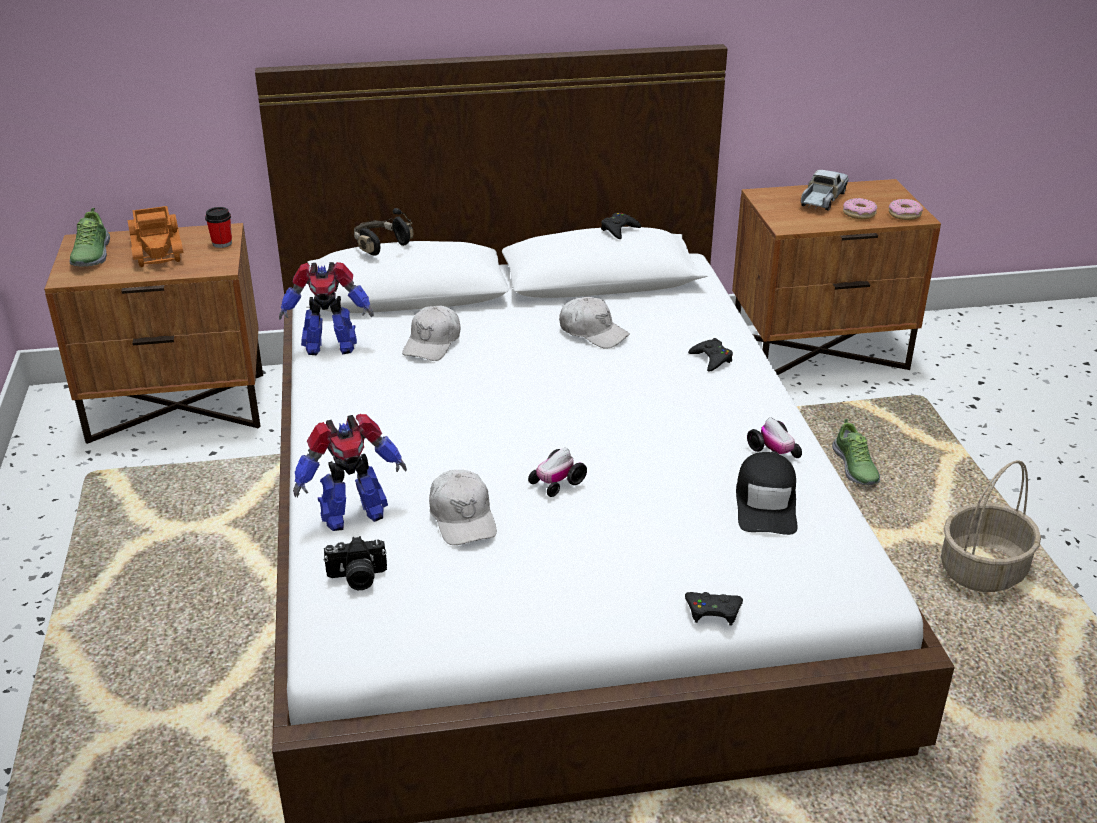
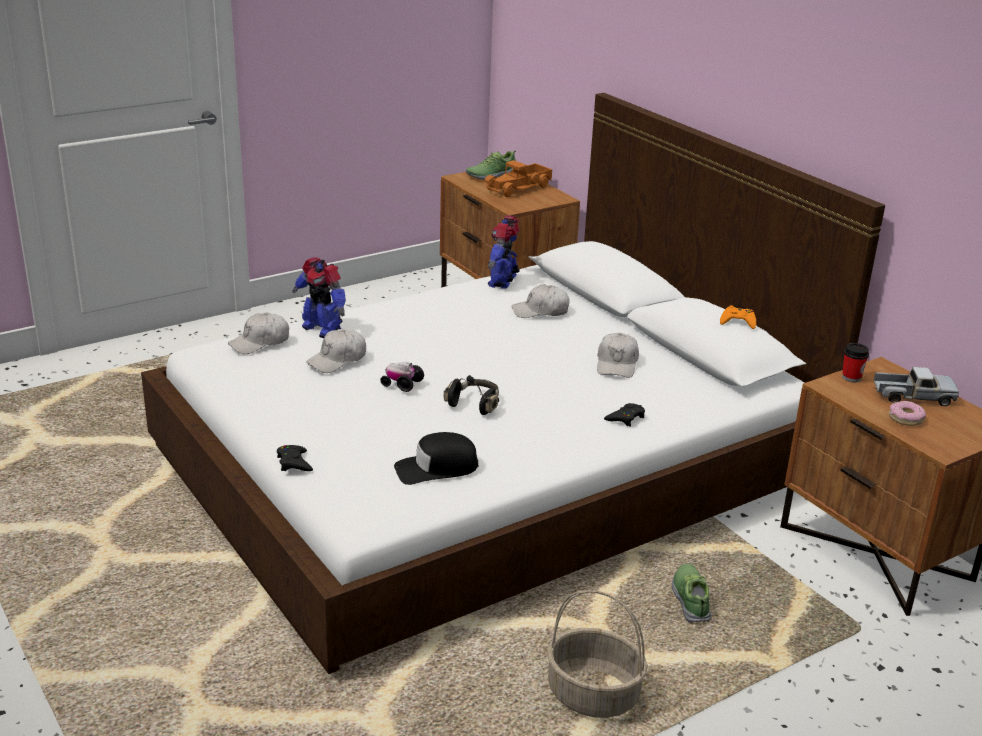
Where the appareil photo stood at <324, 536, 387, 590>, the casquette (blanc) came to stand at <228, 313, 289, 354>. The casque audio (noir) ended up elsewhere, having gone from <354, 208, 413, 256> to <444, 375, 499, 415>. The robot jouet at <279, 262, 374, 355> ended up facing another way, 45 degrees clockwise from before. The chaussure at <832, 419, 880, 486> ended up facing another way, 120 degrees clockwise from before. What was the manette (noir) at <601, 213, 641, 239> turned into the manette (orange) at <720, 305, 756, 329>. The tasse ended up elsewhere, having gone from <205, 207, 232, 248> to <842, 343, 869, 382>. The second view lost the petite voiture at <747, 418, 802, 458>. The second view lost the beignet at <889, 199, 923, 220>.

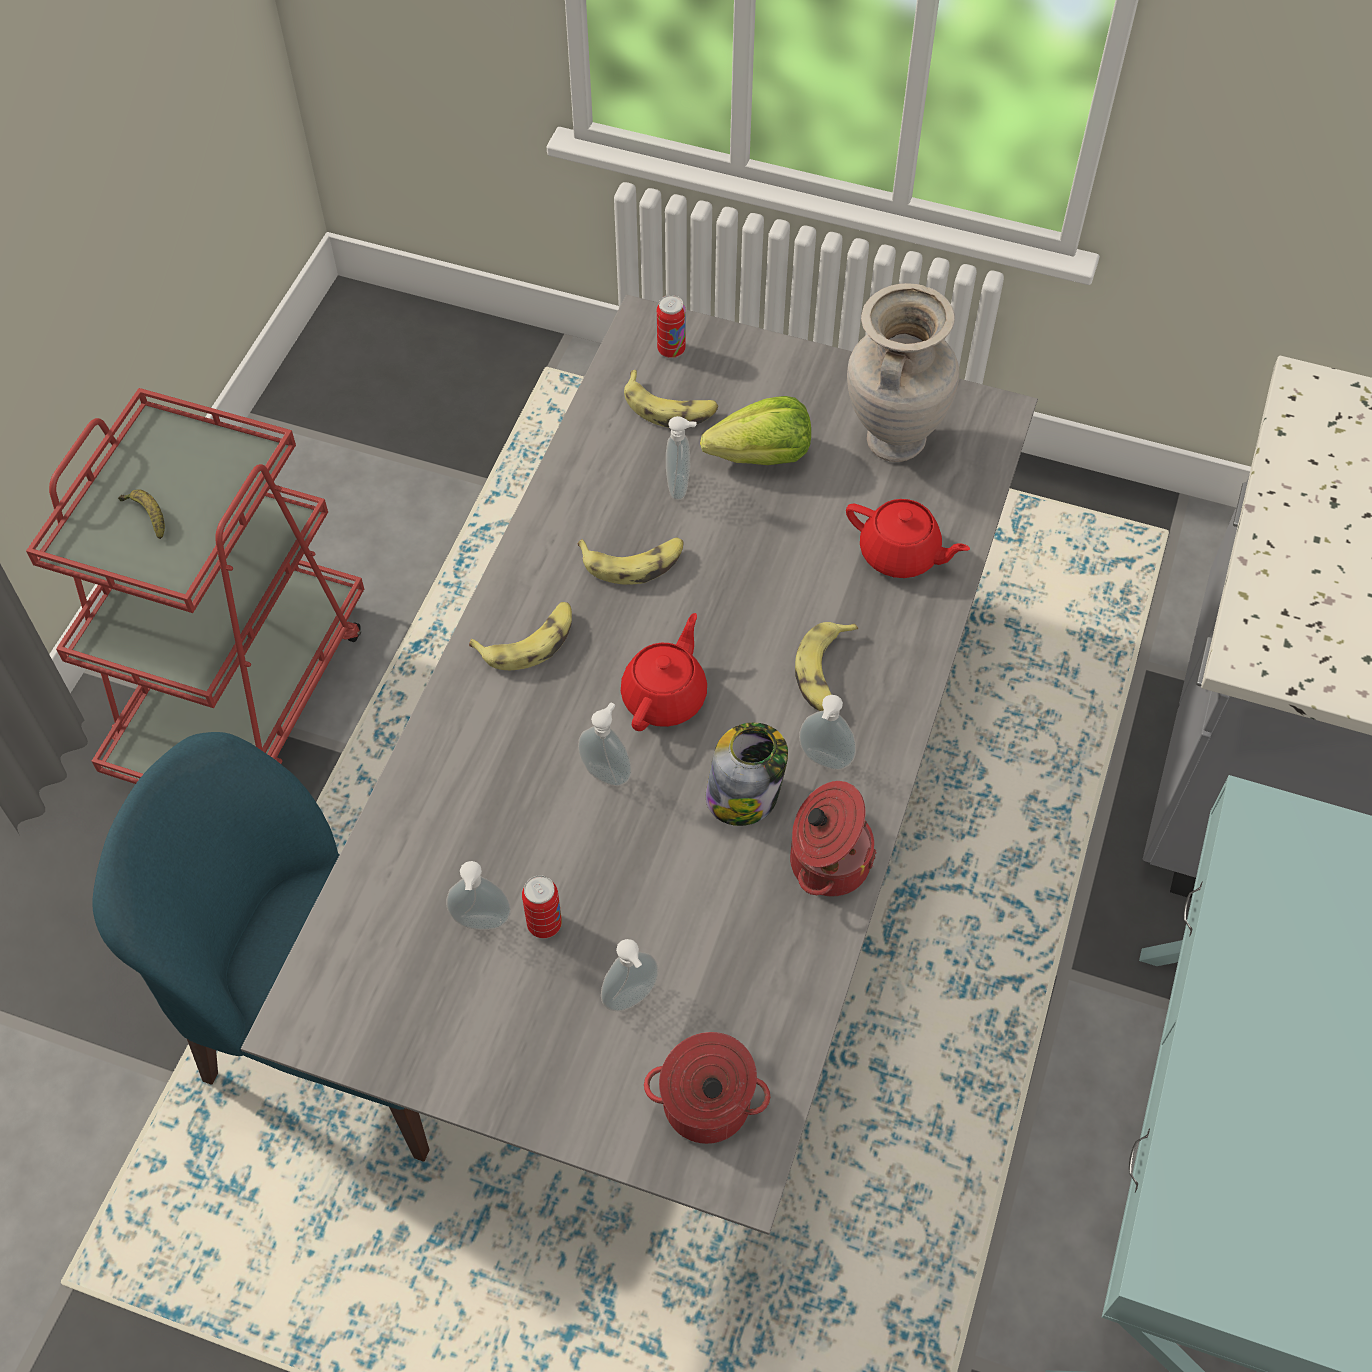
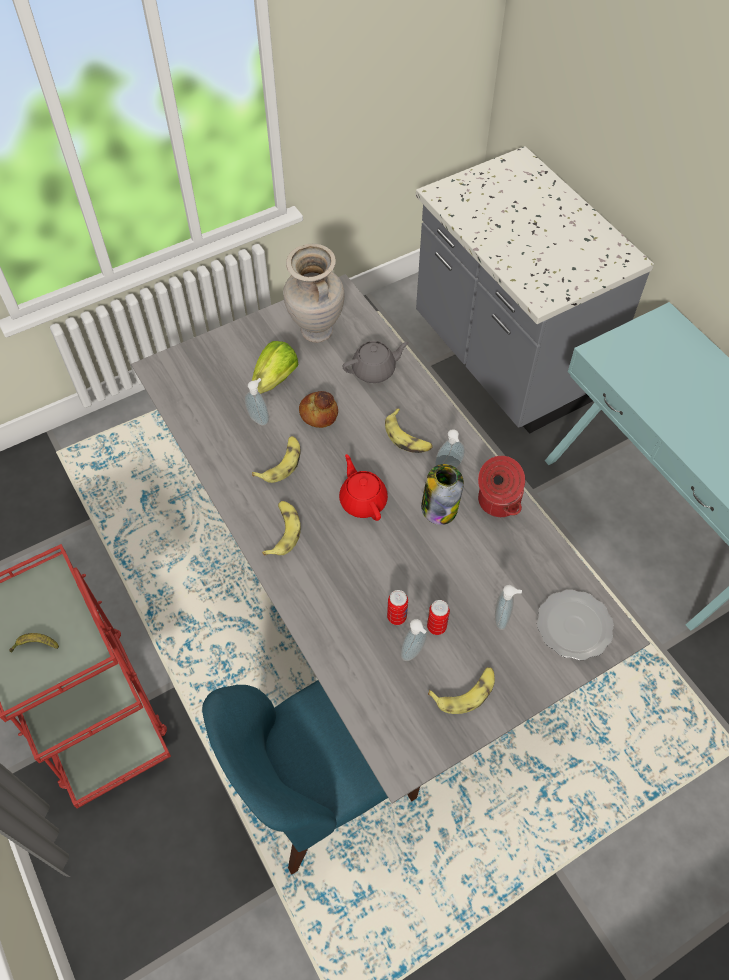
The second view gained the pain at <299, 391, 338, 428>. What was the théière (rouge) at <846, 499, 970, 578> turned into the théière (gris) at <342, 341, 409, 383>. The boîte métallique ended up elsewhere, having gone from <657, 295, 686, 358> to <387, 590, 408, 625>. The banane ended up elsewhere, having gone from <624, 370, 718, 428> to <428, 667, 495, 714>. Where the marmite stood at <644, 1032, 771, 1144>, the assiette came to stand at <537, 589, 614, 660>. The second view lost the distributeur de savon at <578, 703, 631, 786>.

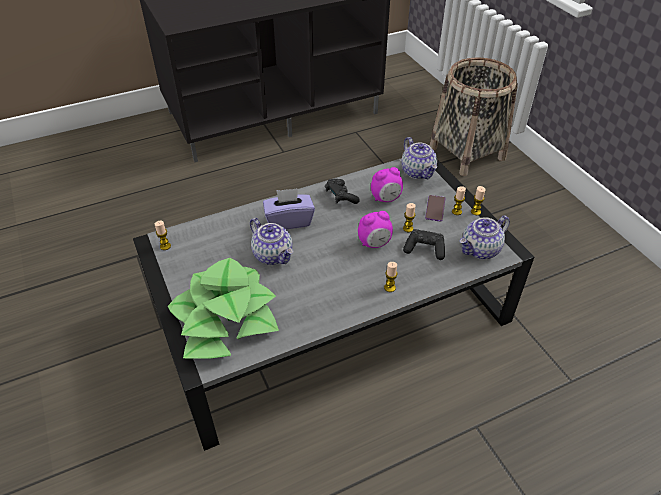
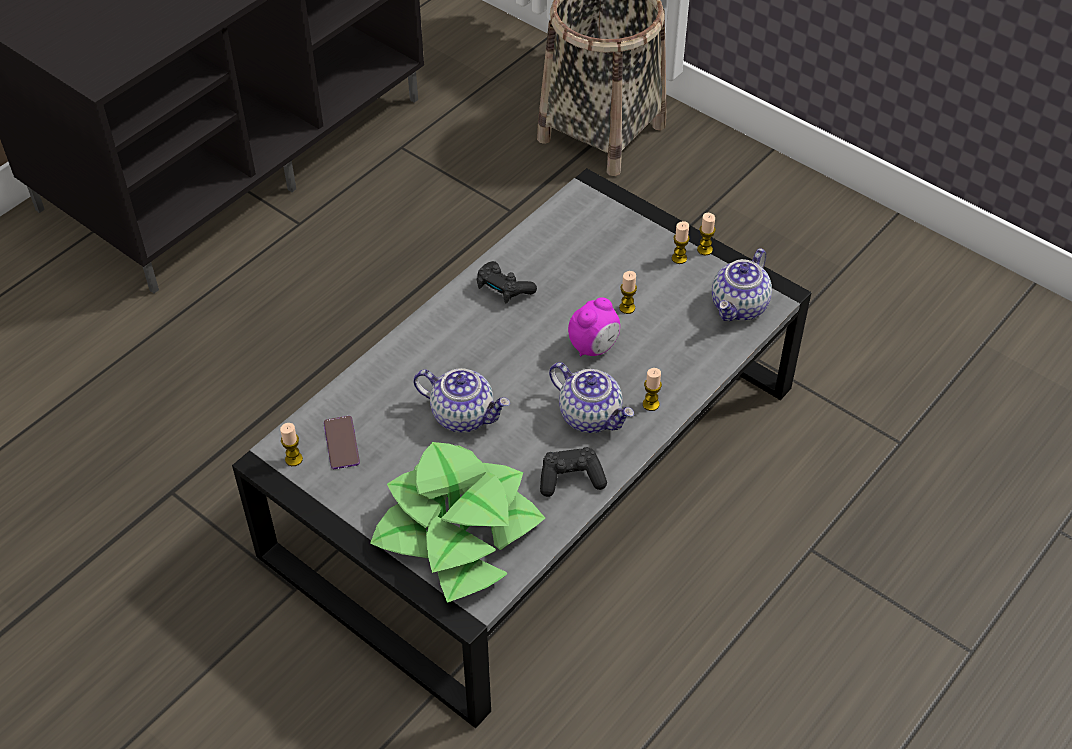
The téléphone ended up elsewhere, having gone from <425, 195, 445, 222> to <324, 416, 360, 469>. The manette (noir) ended up elsewhere, having gone from <403, 229, 445, 260> to <540, 447, 607, 497>. The théière ended up elsewhere, having gone from <401, 137, 437, 179> to <549, 362, 634, 433>. The second view lost the boîte à mouchoirs (violet) at <263, 188, 315, 230>. The second view lost the réveil at <371, 167, 403, 202>.

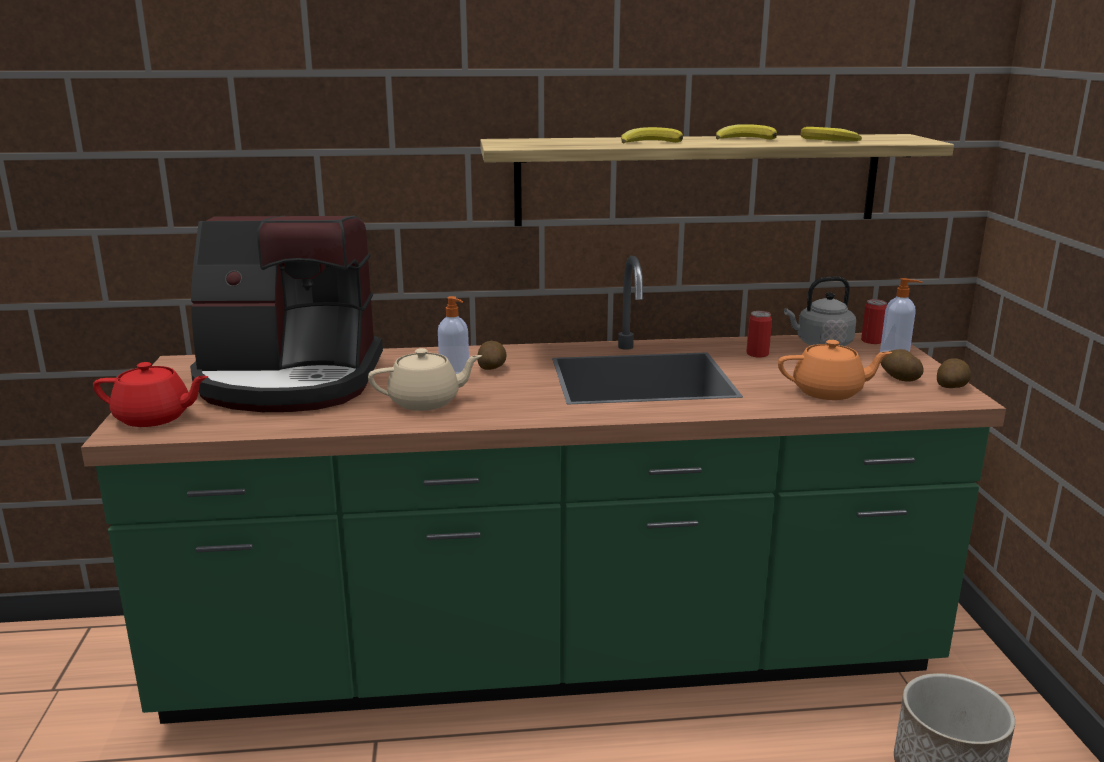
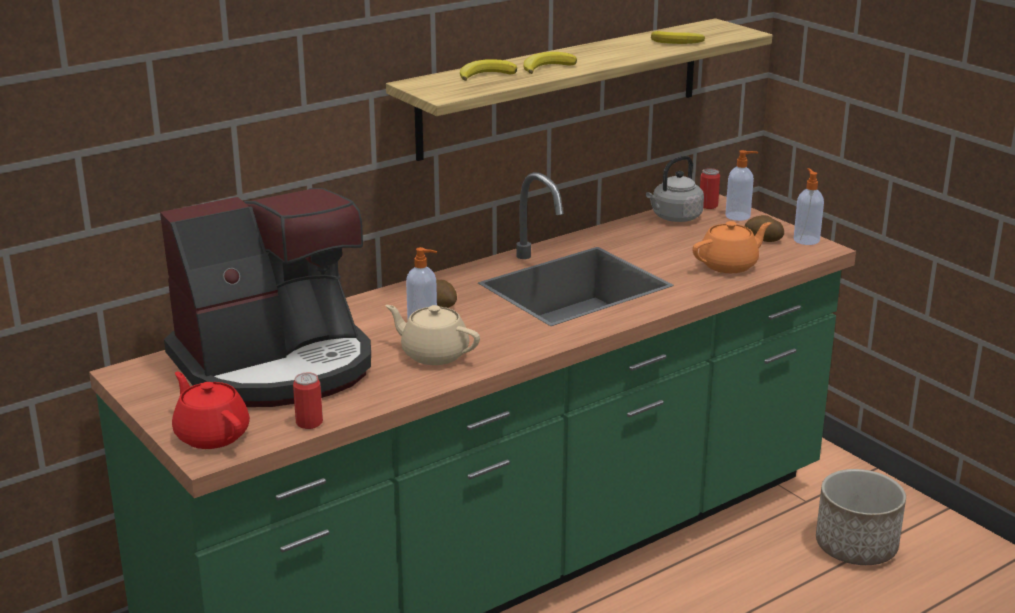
The théière (rouge) at <93, 362, 208, 427> ended up facing another way, 105 degrees counterclockwise from before. The boîte métallique ended up elsewhere, having gone from <746, 311, 772, 358> to <293, 372, 323, 429>. The théière (beige) at <368, 348, 482, 411> ended up facing another way, 105 degrees counterclockwise from before. The banane ended up elsewhere, having gone from <716, 124, 777, 140> to <460, 59, 517, 81>. Where the pomme de terre stood at <937, 358, 971, 388>, the distributeur de savon came to stand at <794, 168, 824, 245>.

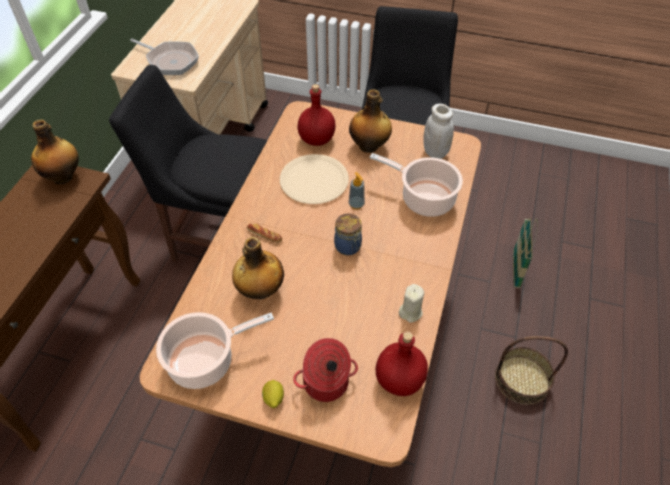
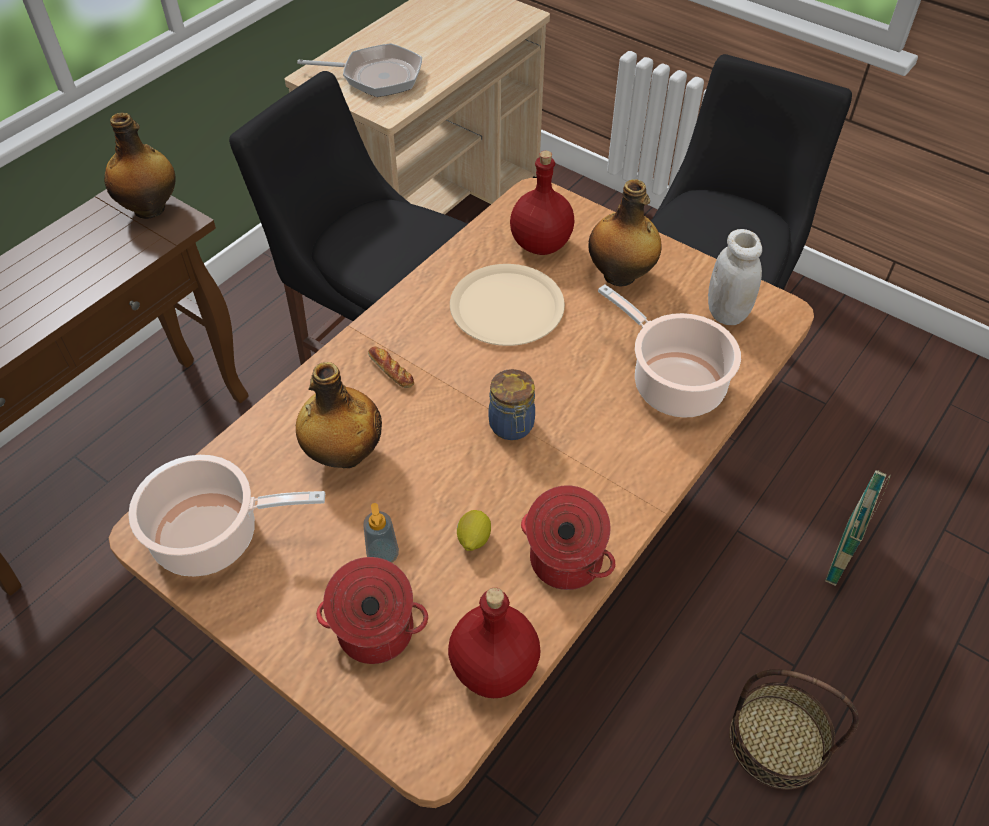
The poêle at <130, 39, 199, 75> ended up facing another way, 45 degrees counterclockwise from before. The distributeur de savon ended up elsewhere, having gone from <349, 172, 365, 209> to <363, 503, 399, 563>. The citron ended up elsewhere, having gone from <262, 380, 284, 408> to <457, 510, 491, 551>. Where the bougie (beige) stood at <399, 284, 424, 323>, the marmite came to stand at <521, 485, 615, 590>.

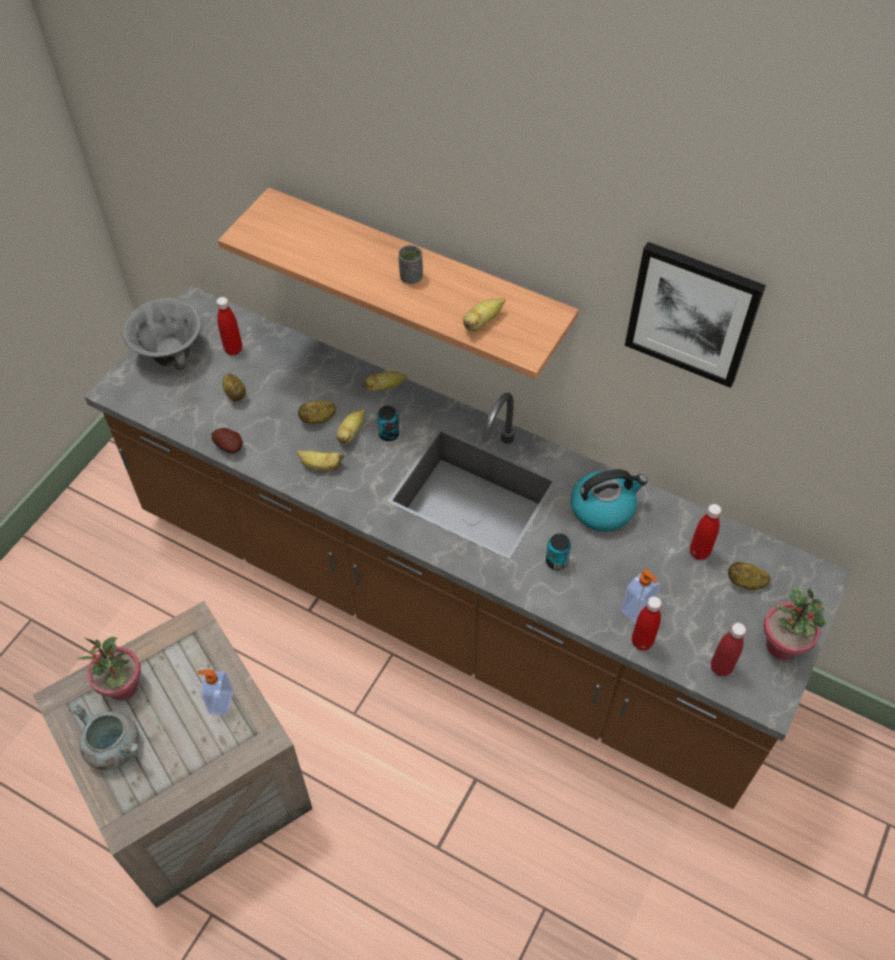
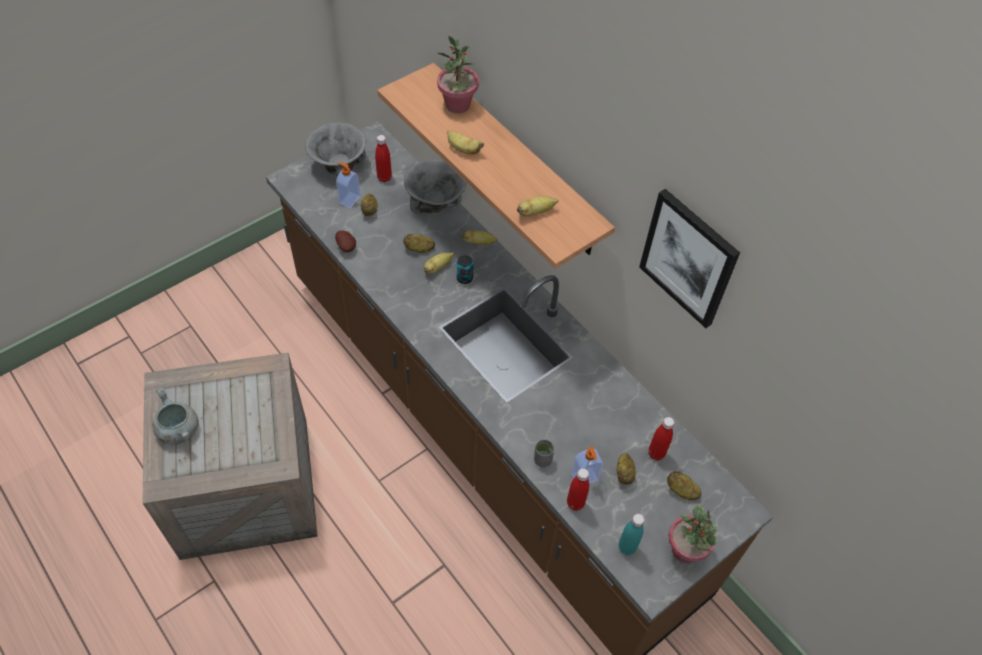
The distributeur de savon ended up elsewhere, having gone from <197, 670, 233, 716> to <336, 162, 361, 208>. The second view gained the bol (gris) at <404, 160, 467, 213>. The plante en pot ended up elsewhere, having gone from <77, 637, 141, 701> to <437, 36, 479, 114>. The banane ended up elsewhere, having gone from <297, 450, 344, 471> to <447, 129, 484, 154>. The tasse (gris) ended up elsewhere, having gone from <398, 245, 423, 284> to <534, 439, 554, 467>. The second view gained the pomme de terre at <617, 453, 636, 484>. What was the bouteille (rouge) at <711, 623, 746, 676> turned into the bouteille (turquoise) at <619, 514, 645, 555>. The second view lost the boîte métallique at <546, 533, 571, 570>. The second view lost the bouilloire at <571, 469, 647, 532>.

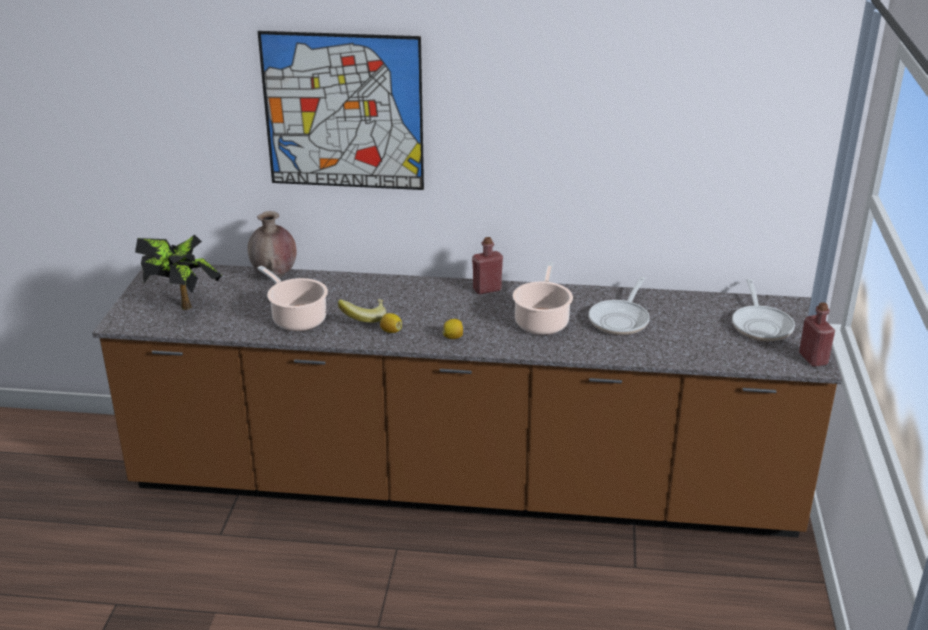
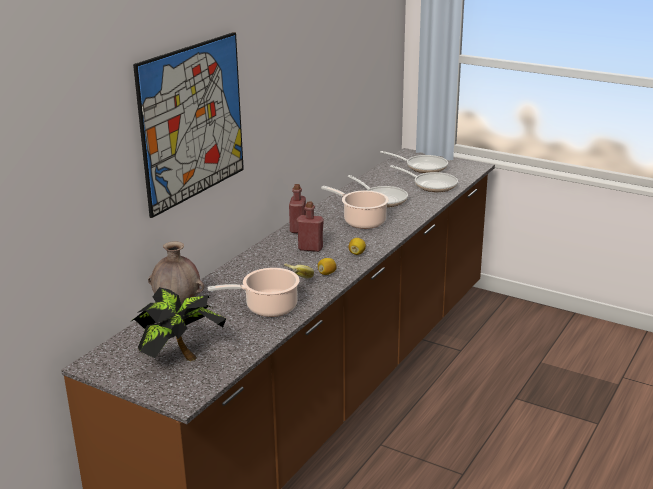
The bouteille (rouge) ended up elsewhere, having gone from <799, 302, 835, 367> to <297, 201, 324, 252>. The second view gained the poêle at <390, 165, 458, 192>.

